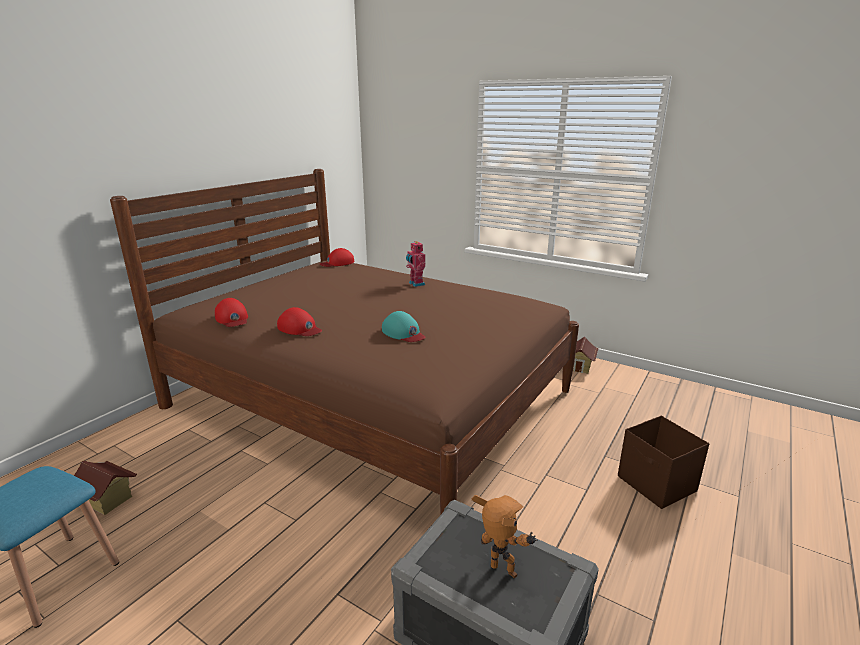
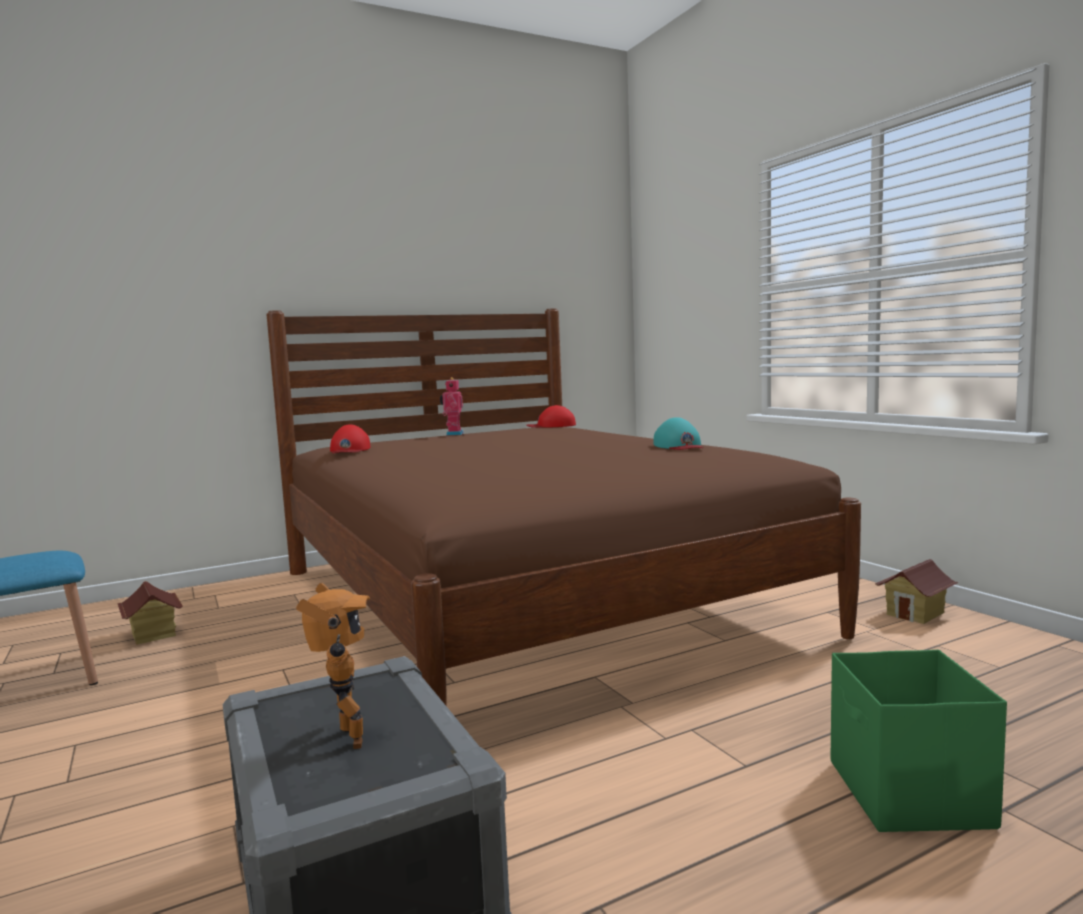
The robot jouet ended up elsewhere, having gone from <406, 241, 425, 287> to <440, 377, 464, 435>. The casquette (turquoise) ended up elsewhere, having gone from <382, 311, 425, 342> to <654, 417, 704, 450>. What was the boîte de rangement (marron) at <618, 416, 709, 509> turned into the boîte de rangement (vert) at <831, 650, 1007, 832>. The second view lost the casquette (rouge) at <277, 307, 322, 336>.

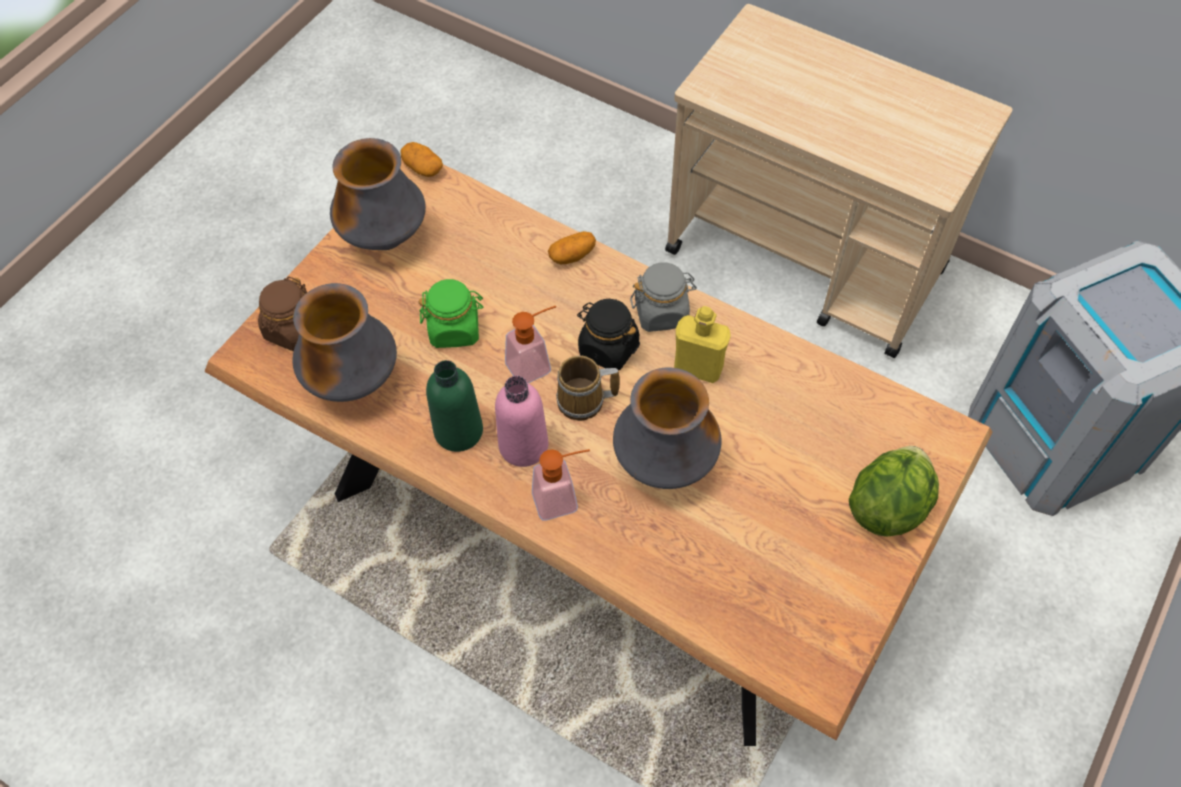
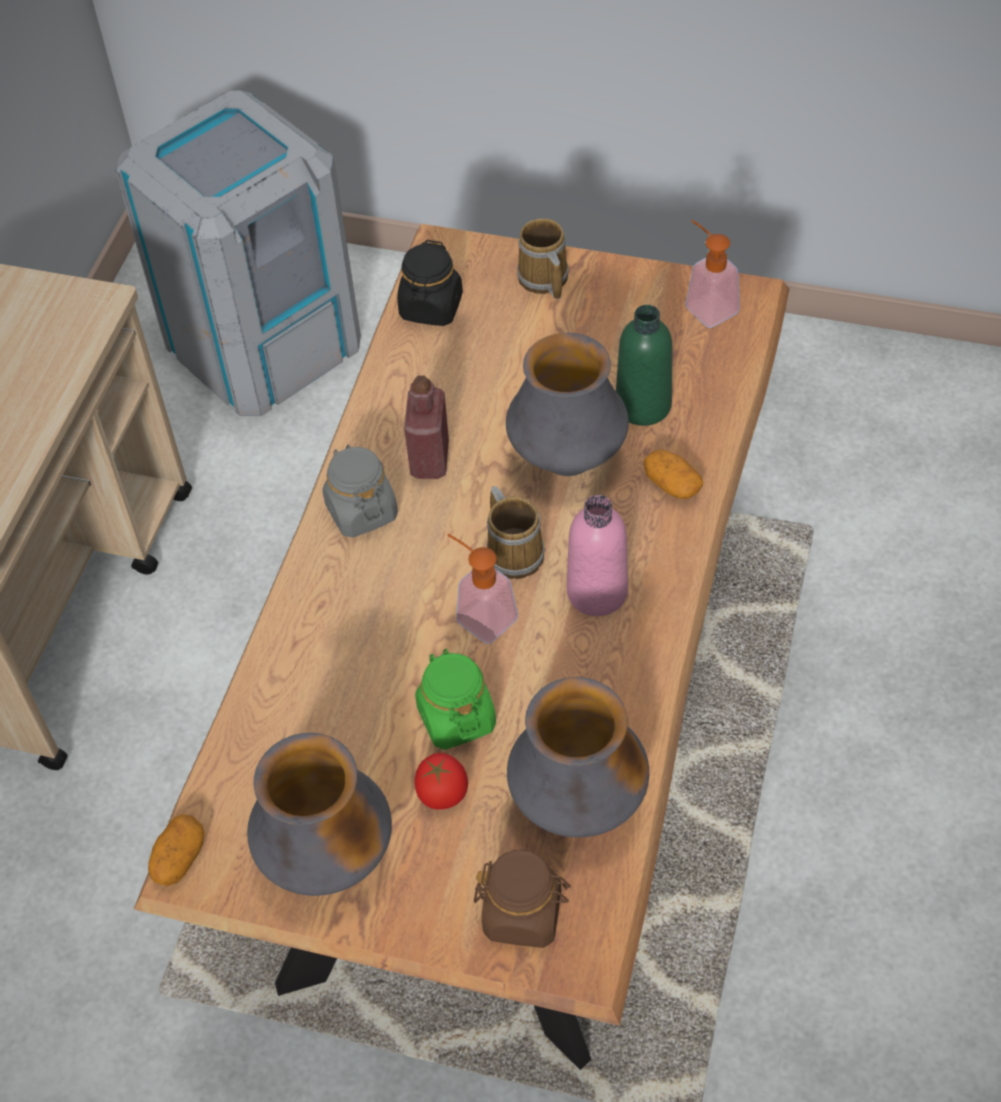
The bocal (noir) ended up elsewhere, having gone from <577, 299, 640, 370> to <397, 240, 463, 326>. What was the bouteille (jaune) at <674, 306, 731, 383> turned into the bouteille (rouge) at <404, 376, 449, 479>. The second view gained the tomate at <415, 753, 468, 810>. Where the laitue stood at <849, 446, 939, 537>, the mug came to stand at <517, 218, 569, 299>. The bouteille (vert) ended up elsewhere, having gone from <426, 360, 483, 452> to <616, 305, 672, 426>. The pomme de terre ended up elsewhere, having gone from <548, 231, 596, 264> to <644, 449, 703, 499>. The distributeur de savon ended up elsewhere, having gone from <532, 449, 590, 520> to <685, 220, 740, 328>.

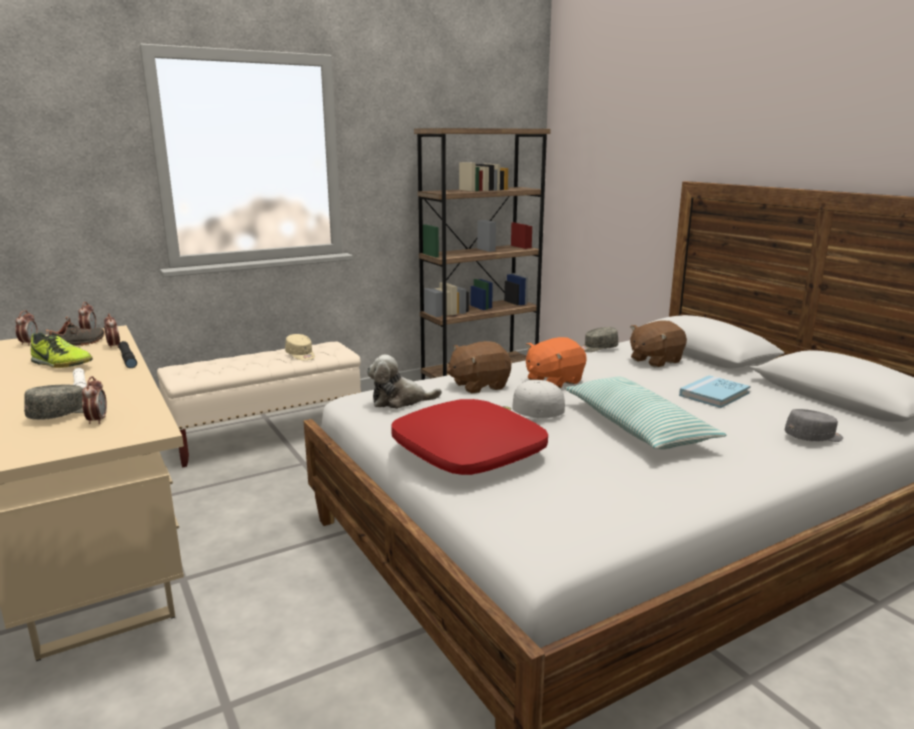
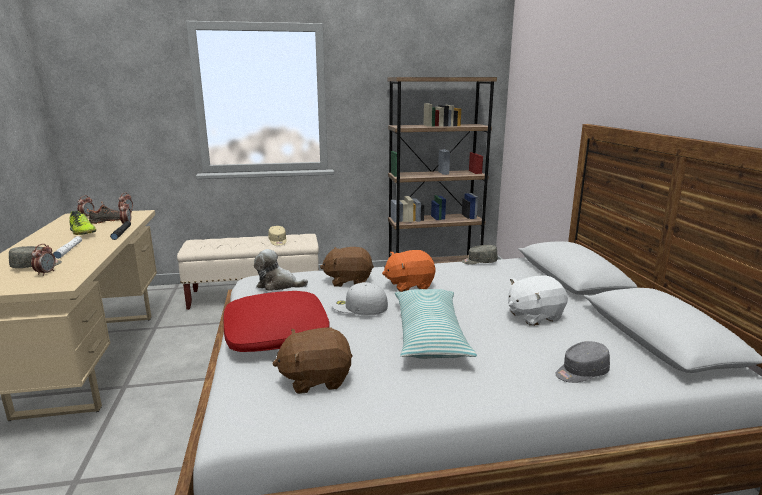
The peluche (marron) ended up elsewhere, having gone from <630, 321, 687, 367> to <272, 327, 352, 394>. Where the livre (bleu) stood at <679, 375, 750, 408>, the peluche (blanc) came to stand at <508, 276, 568, 326>. The casquette (gris) at <784, 409, 843, 442> ended up facing another way, 150 degrees clockwise from before.

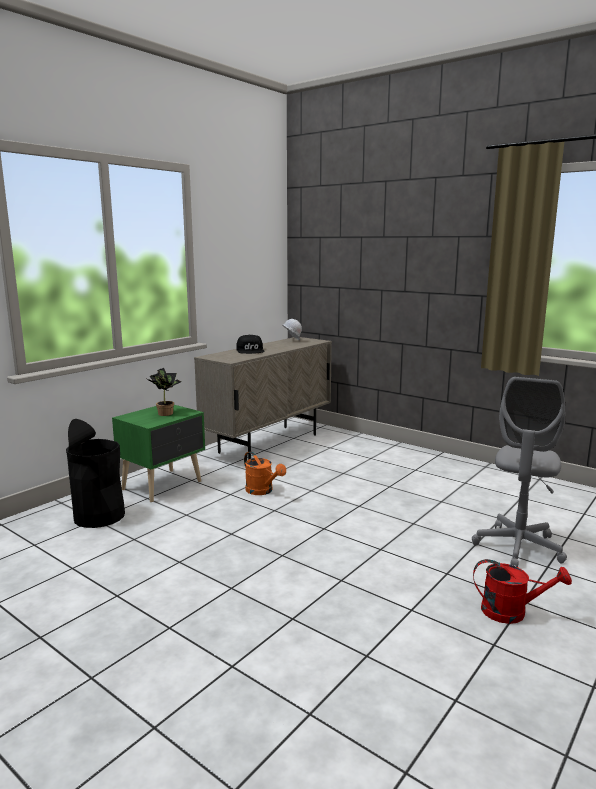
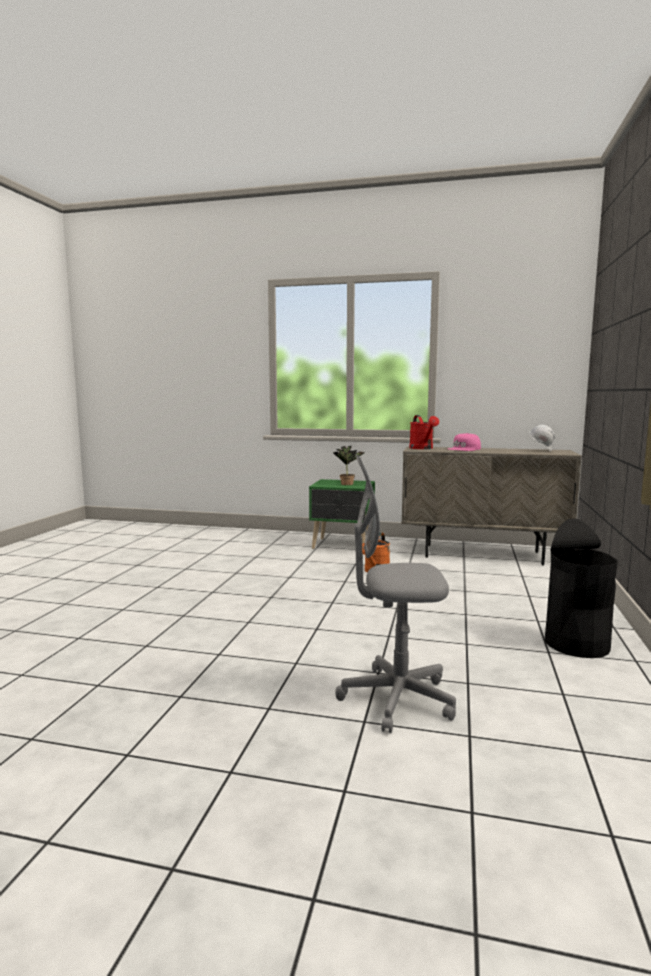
The arrosoir (rouge) ended up elsewhere, having gone from <473, 559, 572, 624> to <409, 415, 439, 449>. What was the casquette (noir) at <236, 335, 265, 354> turned into the casquette (rose) at <448, 433, 481, 451>. The poubelle (noir) ended up elsewhere, having gone from <66, 419, 125, 528> to <545, 518, 618, 658>.

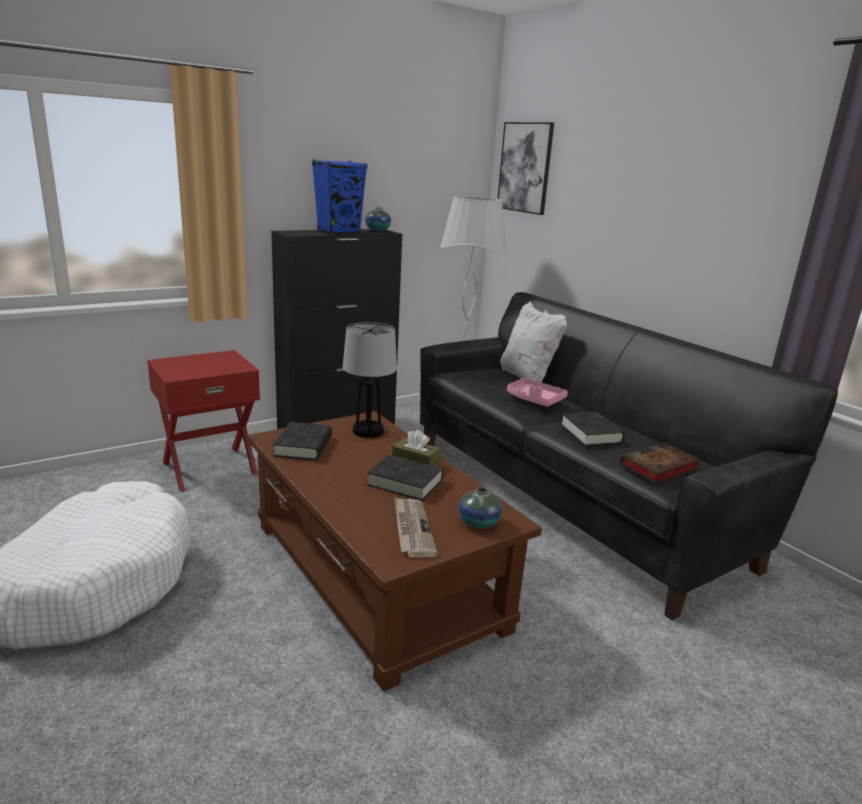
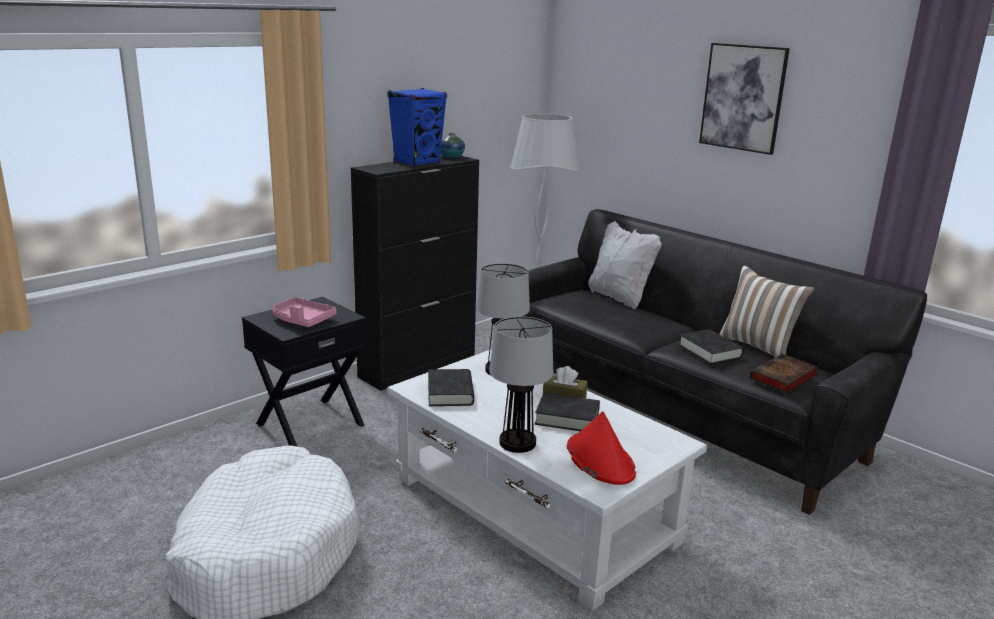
What was the table de chevet (rouge) at <147, 350, 260, 492> turned into the table de chevet (noir) at <242, 297, 367, 446>. The plateau (rose) ended up elsewhere, having gone from <507, 378, 568, 407> to <272, 297, 337, 327>. What was the table basse (marron) at <248, 411, 542, 692> turned into the table basse (blanc) at <387, 349, 707, 611>. The second view gained the lampe de table at <489, 316, 553, 453>. Where the journal stood at <394, 497, 438, 558>, the chapeau (rouge) came to stand at <567, 411, 636, 485>. The tableau ended up elsewhere, having gone from <498, 122, 554, 215> to <699, 43, 790, 155>. The second view gained the coussin at <719, 265, 814, 358>. The second view lost the vase at <459, 488, 502, 529>.

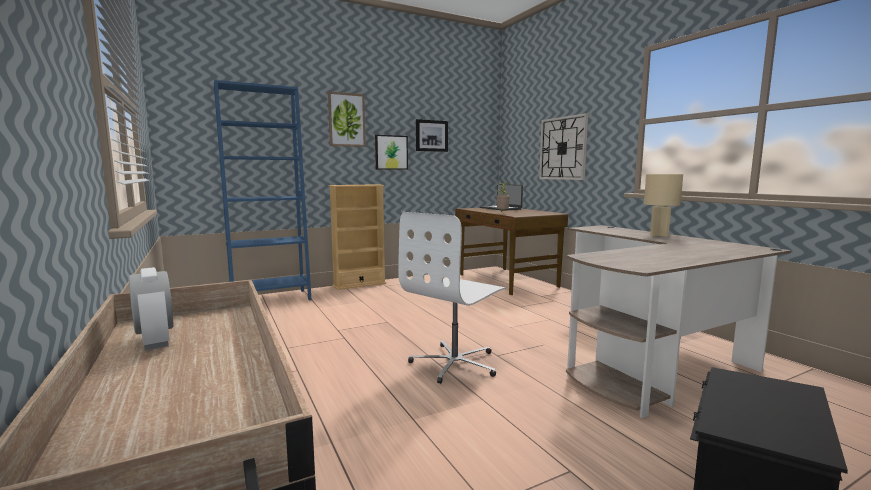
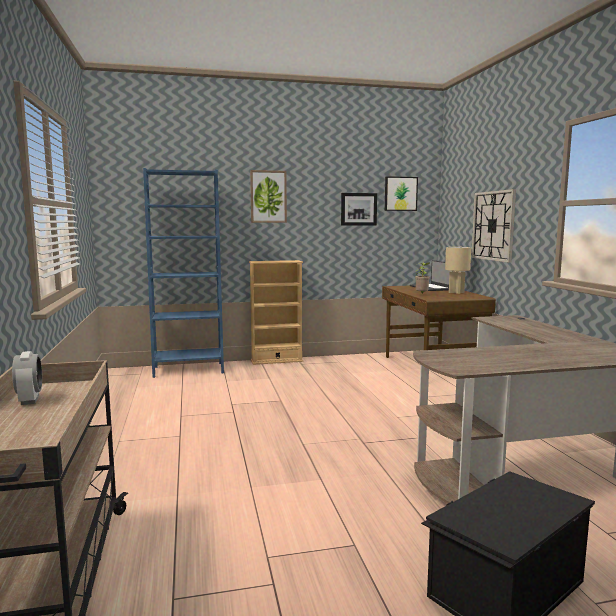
The tableau ended up elsewhere, having gone from <375, 135, 408, 170> to <385, 176, 418, 211>. The lampe de table (beige) ended up elsewhere, having gone from <644, 174, 683, 237> to <445, 247, 471, 294>. The second view lost the chaise de bureau (blanc) at <398, 212, 506, 384>.

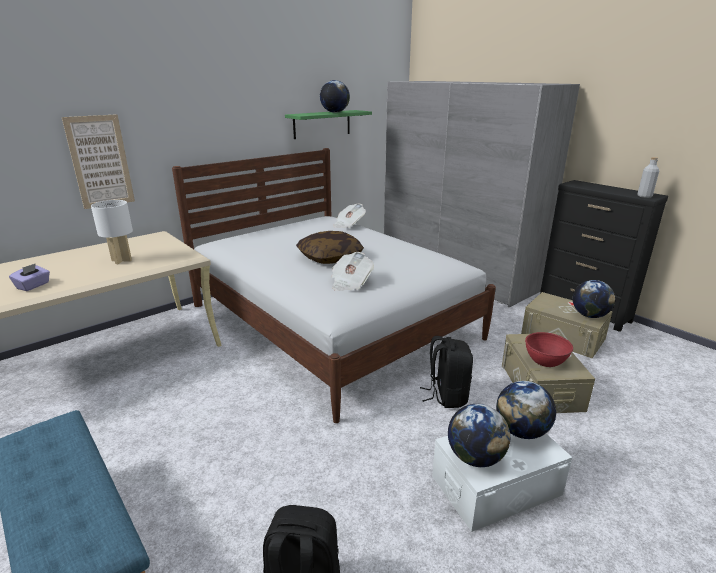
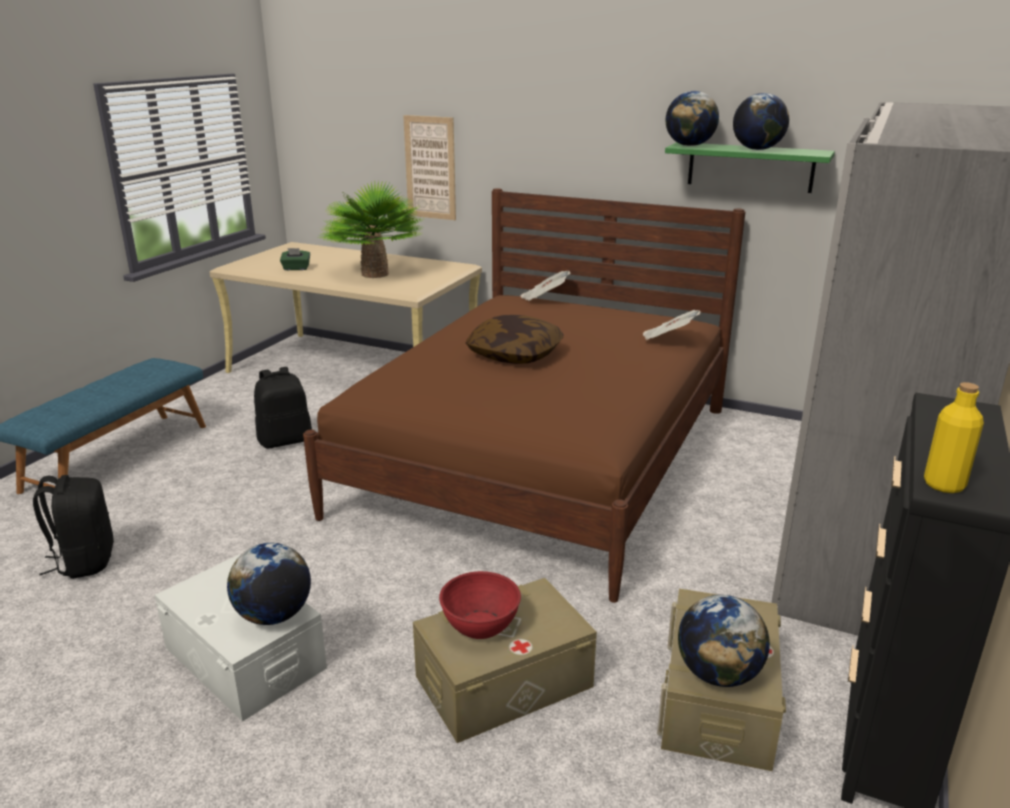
The sac à dos (noir) ended up elsewhere, having gone from <420, 336, 473, 408> to <254, 367, 312, 449>. What was the boîte à mouchoirs (violet) at <9, 263, 50, 291> turned into the boîte à mouchoirs (vert) at <280, 248, 310, 270>. What was the lit (blanc) at <172, 148, 496, 423> turned into the lit (marron) at <303, 188, 745, 603>. Where the lampe de table (blanc) stood at <91, 200, 133, 264>, the plante en pot came to stand at <319, 180, 424, 278>. The journal ended up elsewhere, having gone from <331, 252, 374, 291> to <520, 271, 570, 301>. The globe ended up elsewhere, having gone from <448, 404, 510, 467> to <666, 91, 719, 146>. What was the bouteille (gris) at <637, 157, 659, 198> turned into the bouteille (jaune) at <924, 382, 984, 493>.

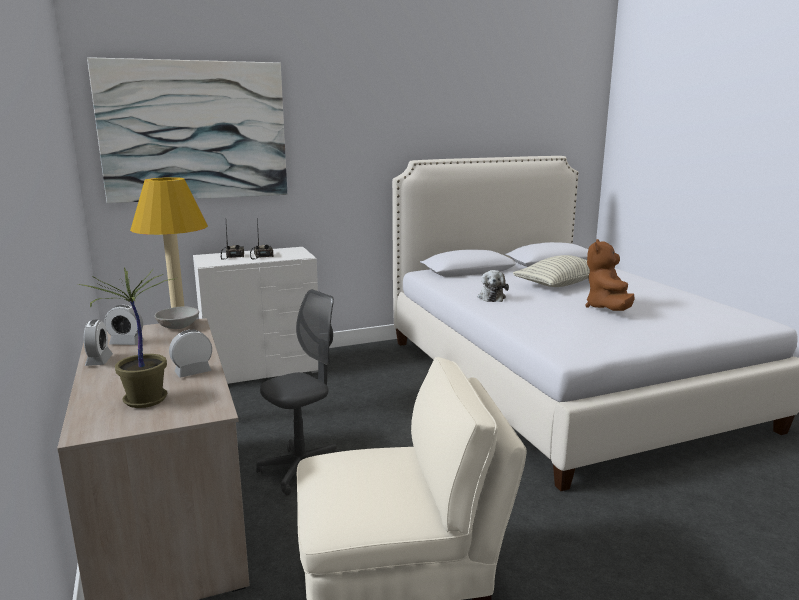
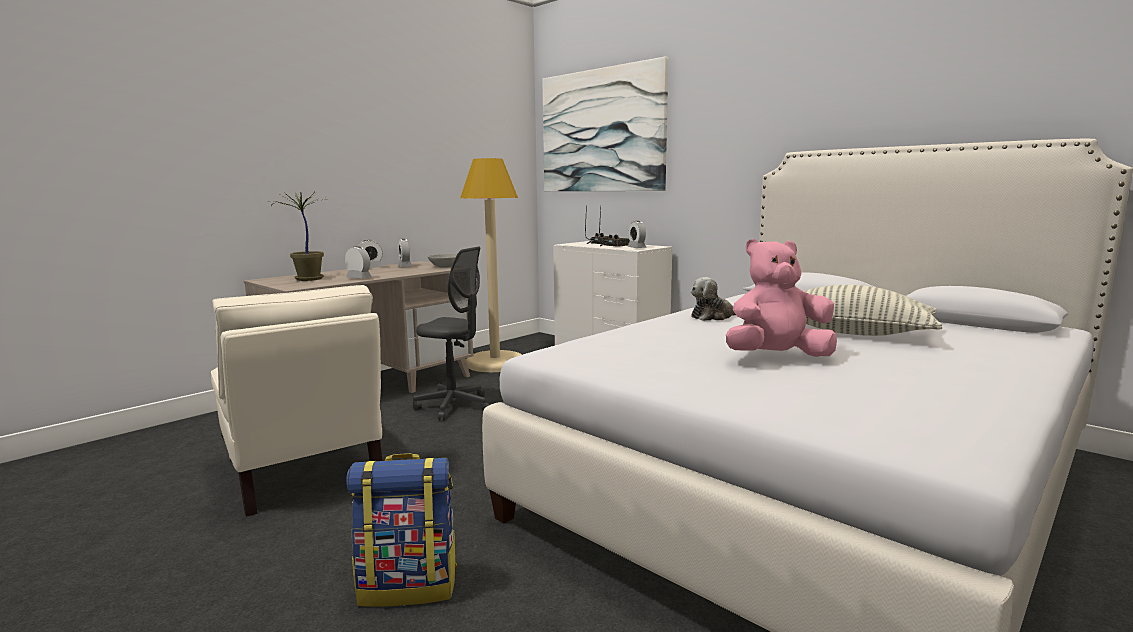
The second view gained the sac à dos at <346, 453, 457, 607>. The second view gained the réveil at <627, 221, 647, 248>. What was the peluche (marron) at <585, 239, 635, 311> turned into the peluche (rose) at <726, 239, 837, 357>.

